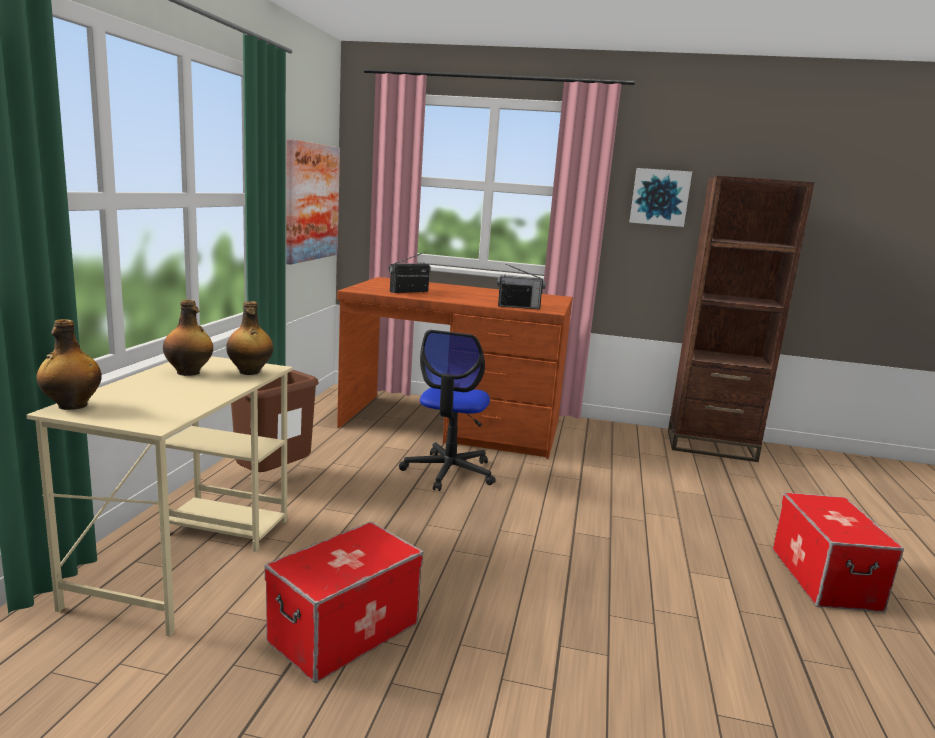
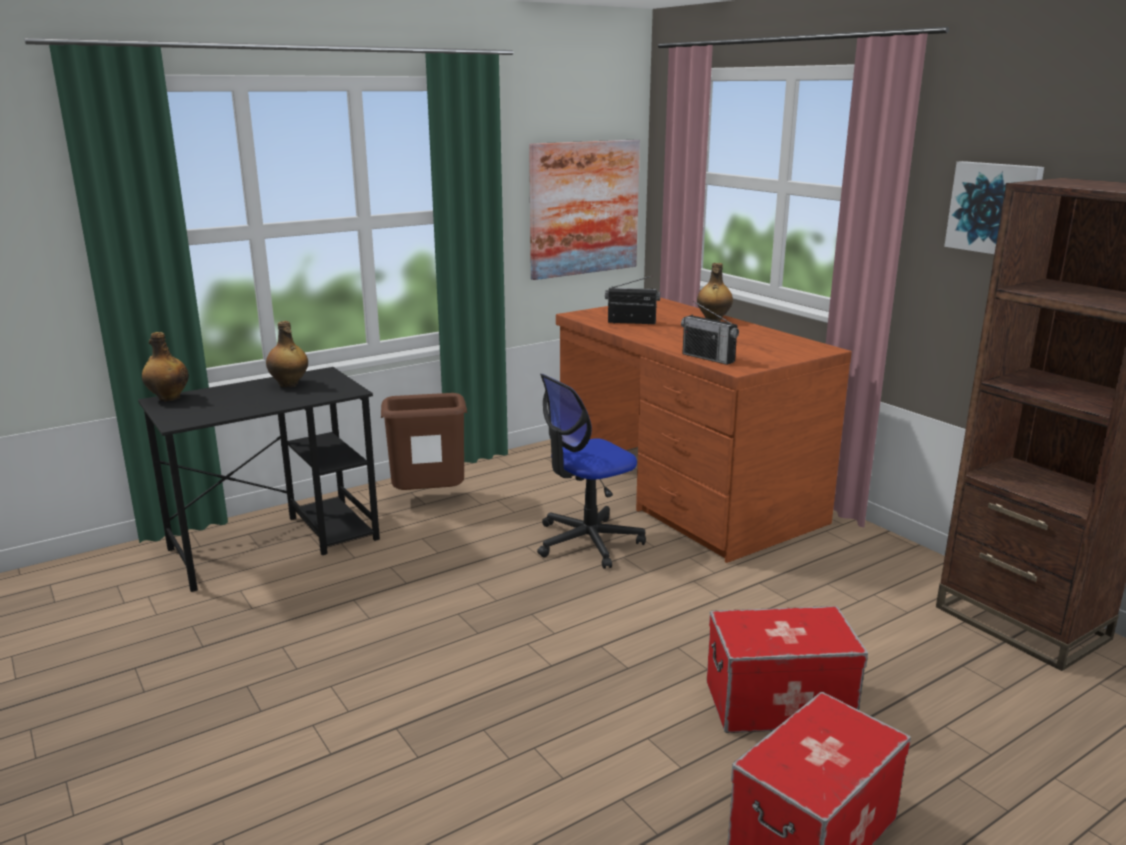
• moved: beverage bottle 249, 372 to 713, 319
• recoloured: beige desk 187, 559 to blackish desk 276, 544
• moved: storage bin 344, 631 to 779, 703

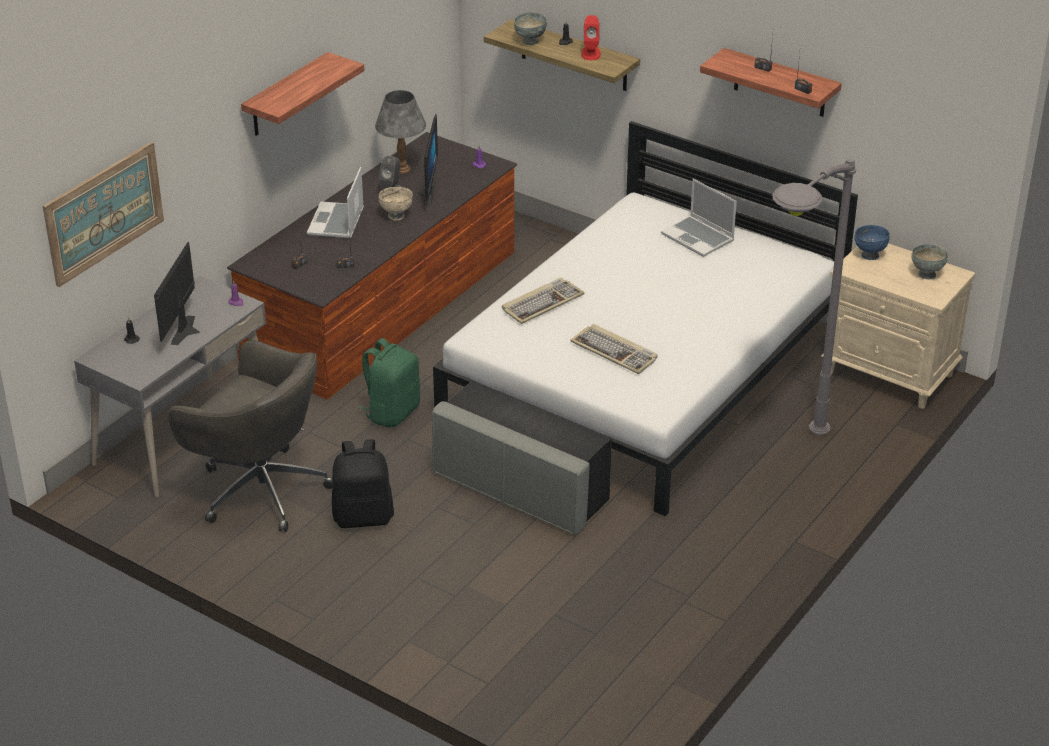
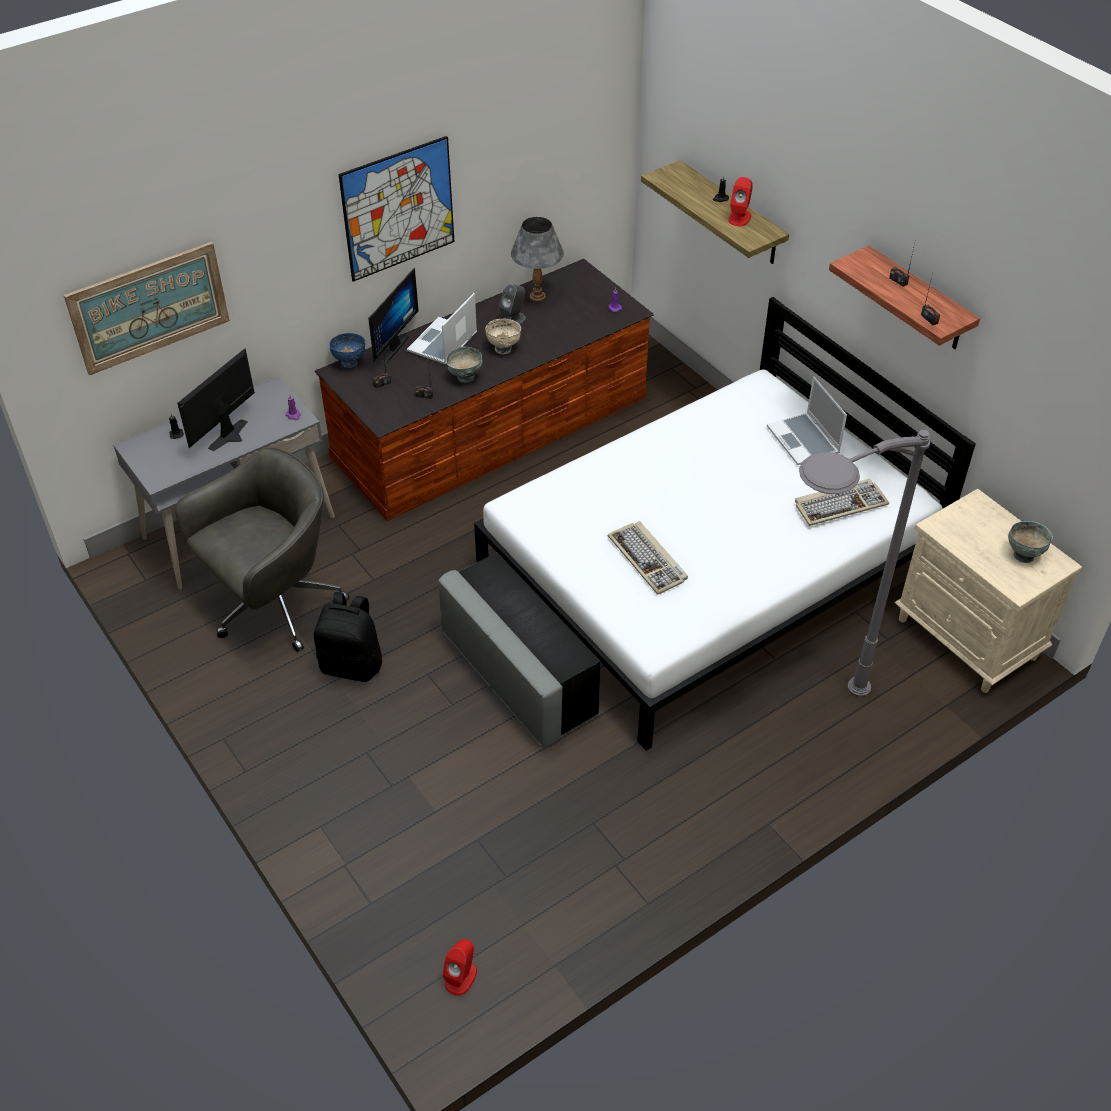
• moved: grey serving bowl 530, 41 to 465, 378
• replaced: bracket shelf 286, 96 to wall art 398, 209
• moved: monitor 424, 193 to 389, 347
• moved: blue-coloured serving bowl 869, 255 to 349, 363
• moved: computer keyboard 542, 303 to 840, 504
• removed: greenish knapsack 392, 412
• turned: grey desk chair 259, 489 = 274, 606 90 degrees counterclockwise
• added: red speaker 461, 977

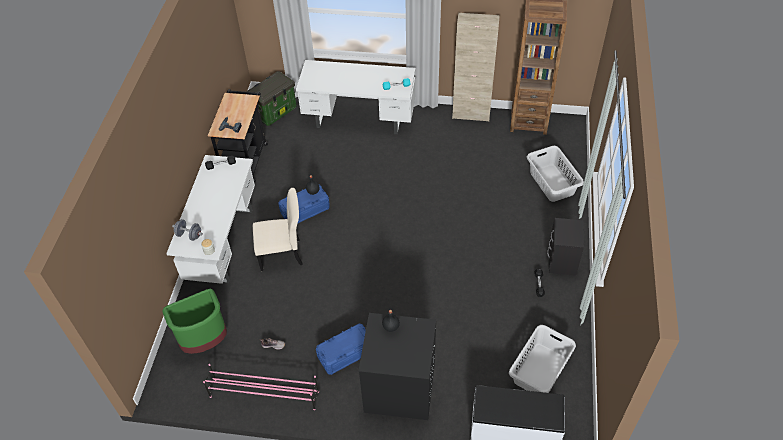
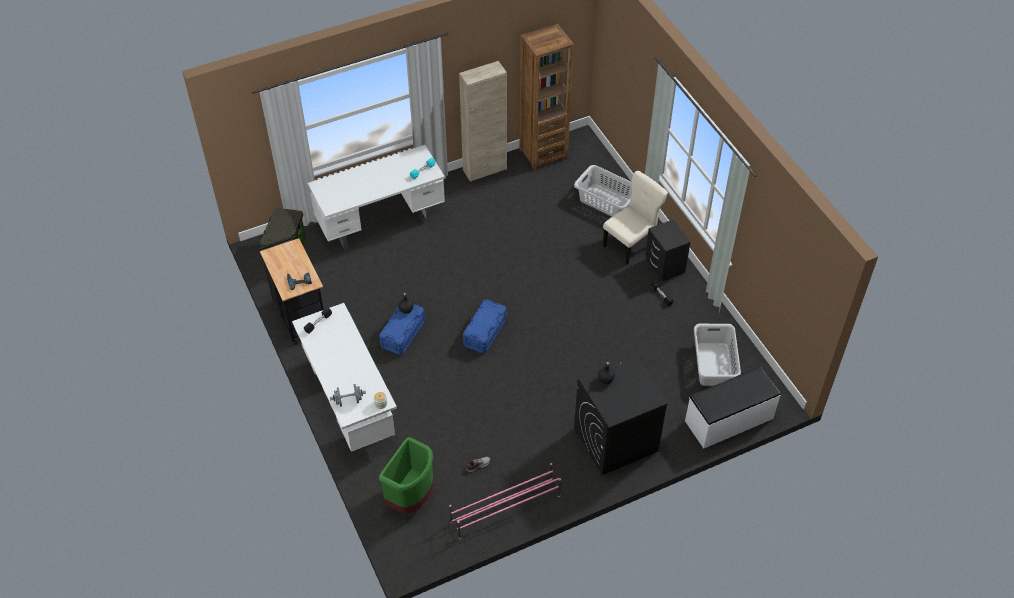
• moved: beige plain chair 283, 254 to 631, 244
• moved: blue-coloured storage bin 345, 354 to 484, 332

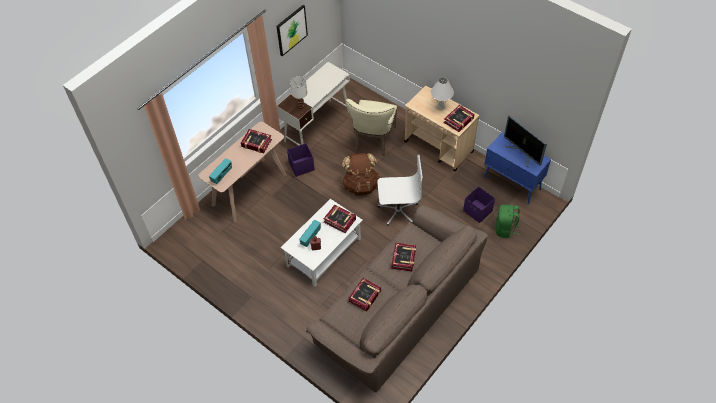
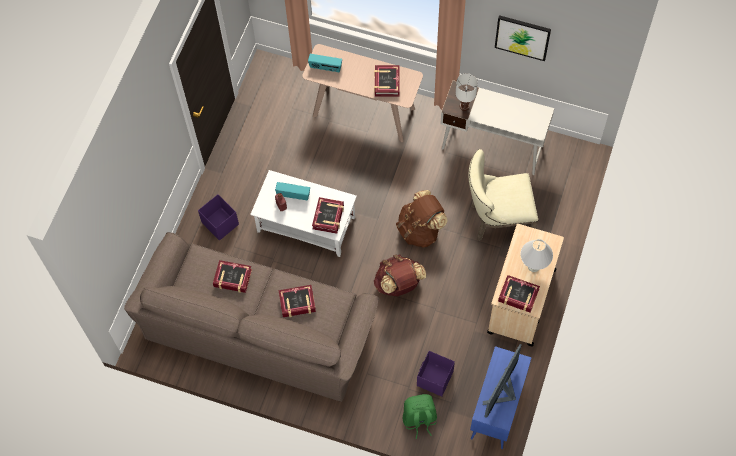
• moved: purplish storage bin 301, 166 to 220, 223
• replaced: white-coloured desk chair 398, 210 to brownish knapsack 398, 284

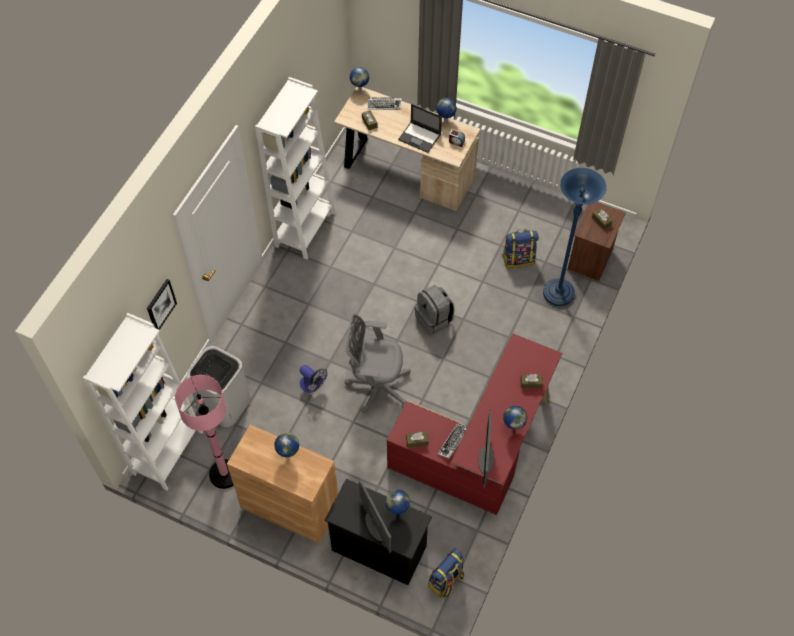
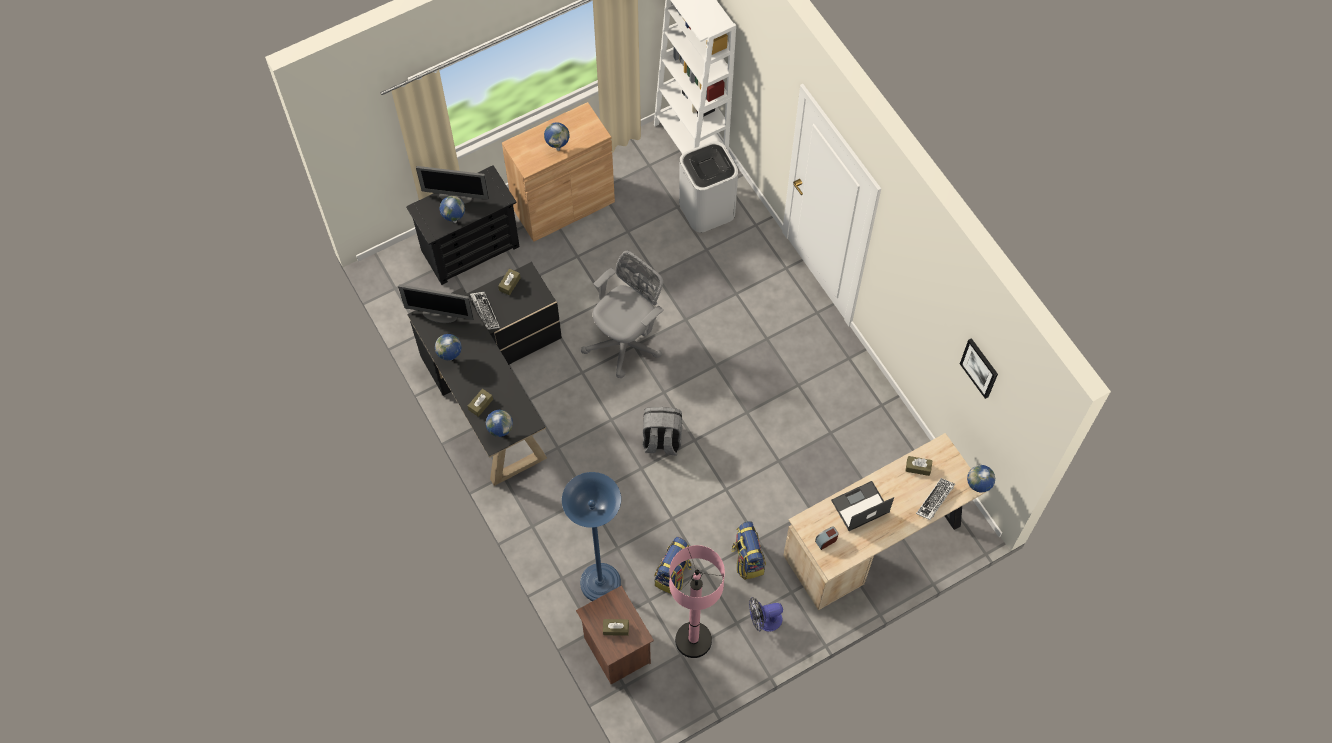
• removed: white-coloured shelving unit 305, 229
• moved: globe 445, 121 to 501, 433
• moved: wall art 160, 305 to 980, 368
• recoloured: red desk 479, 448 to blackish desk 494, 388
• moved: electric fan 313, 386 to 764, 620
• moved: pink standard lamp 224, 474 to 693, 640
• turned: monitor 486, 460 = 440, 315 150 degrees clockwise
• moved: knapsack 446, 581 to 747, 559

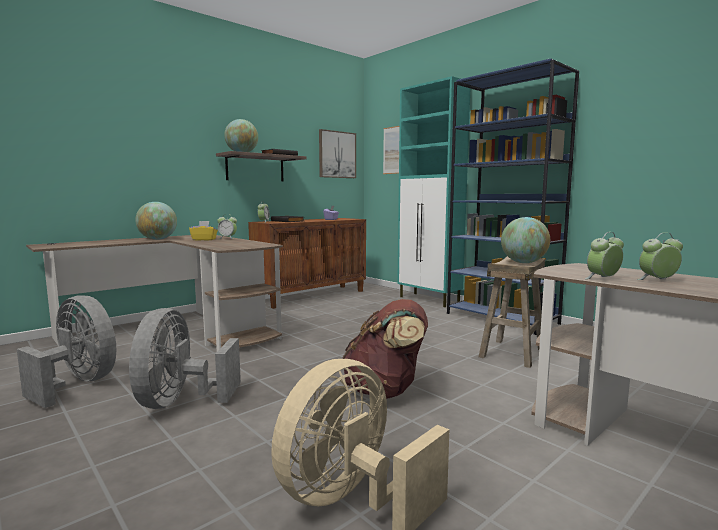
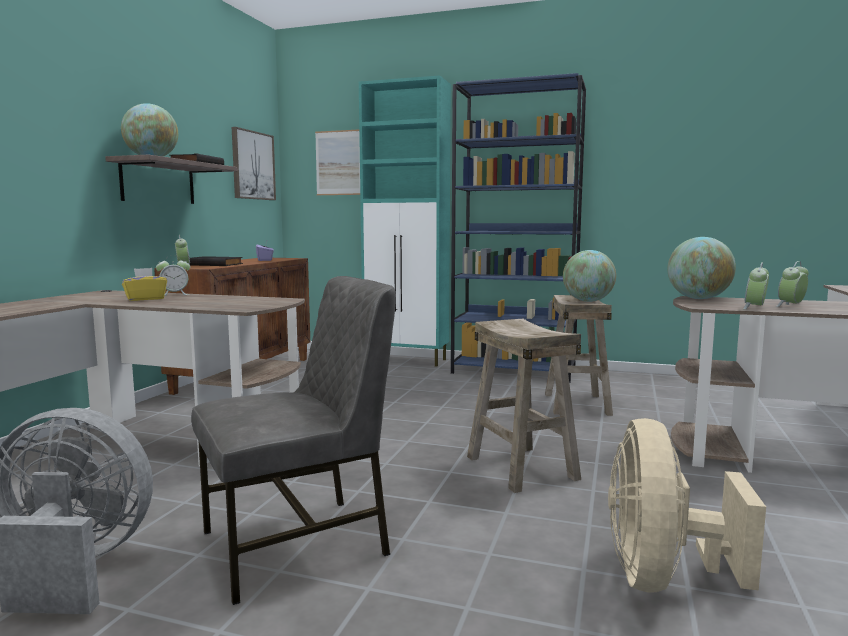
• moved: globe 157, 239 to 699, 298
• replaced: brownish knapsack 386, 390 to beige sitting stool 522, 467
• replaced: grey electric fan 180, 402 to grey plain chair 298, 544

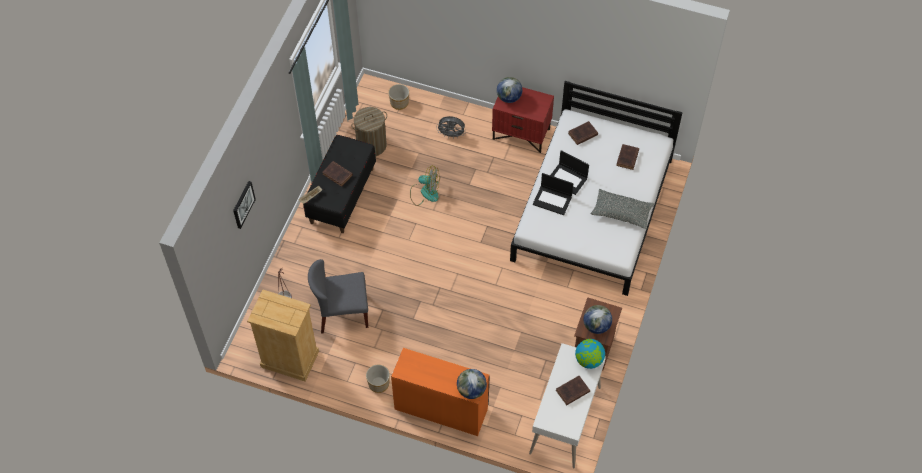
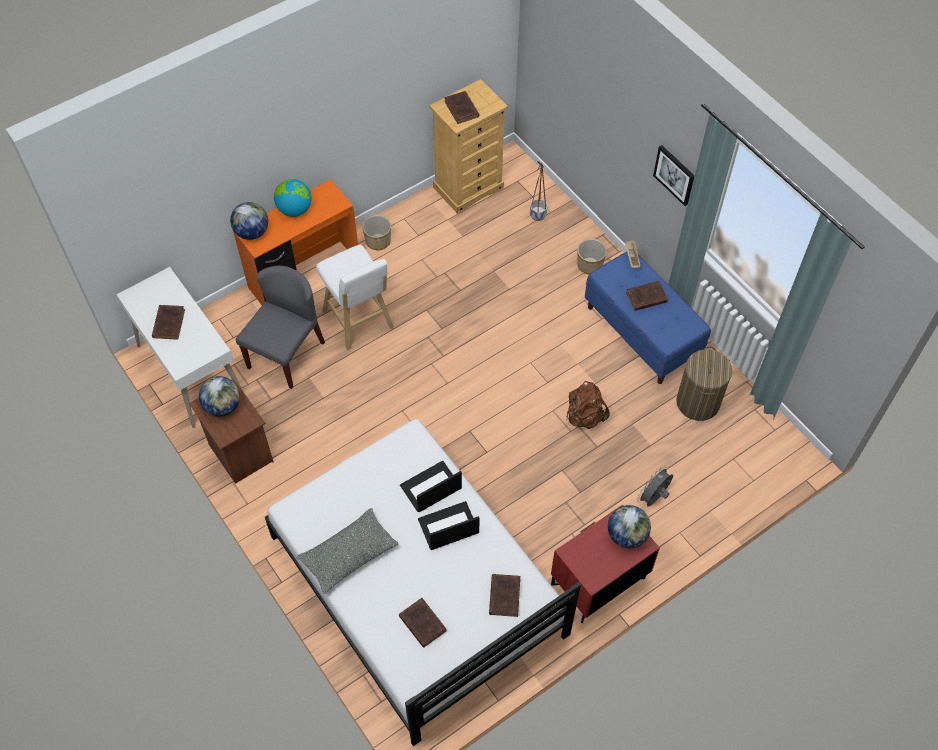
• moved: planter 399, 103 to 589, 265
• recoloured: blackish bench 341, 195 to blue-coloured bench 642, 333
• replaced: electric fan 425, 192 to brownish knapsack 584, 416
• moved: wall art 243, 204 to 675, 174
• moved: grey plain chair 342, 313 to 286, 354
• moved: globe 588, 360 to 295, 209
• added: brownish volume 462, 110
• added: white-coloured sitting stool 359, 322

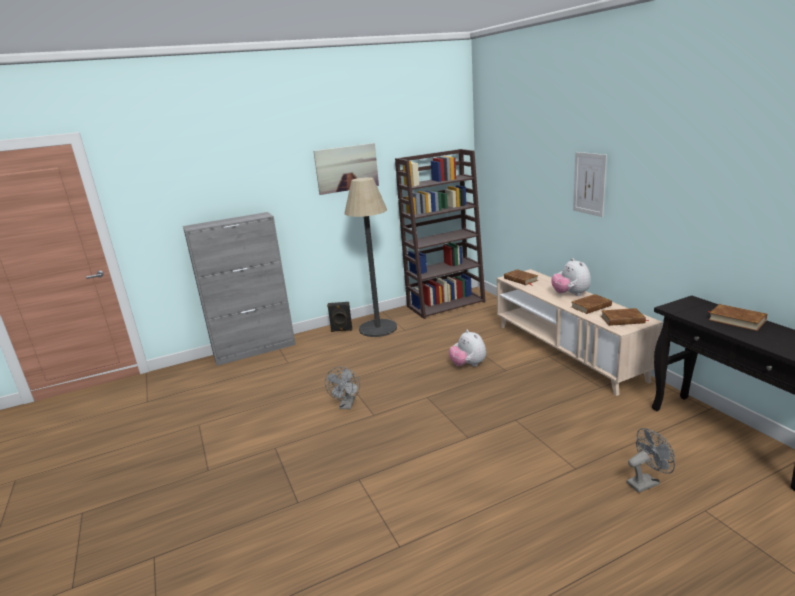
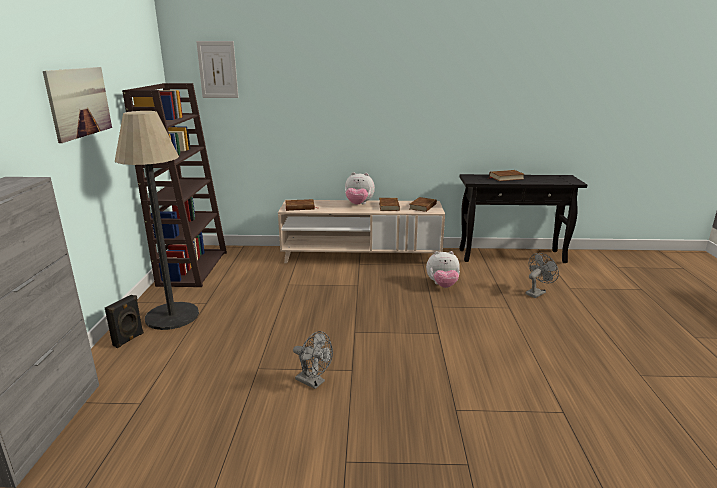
• moved: wall art 589, 183 to 218, 70
• moved: soft toy 468, 365 to 442, 285
• turned: grey electric fan 646, 482 = 537, 292 45 degrees clockwise

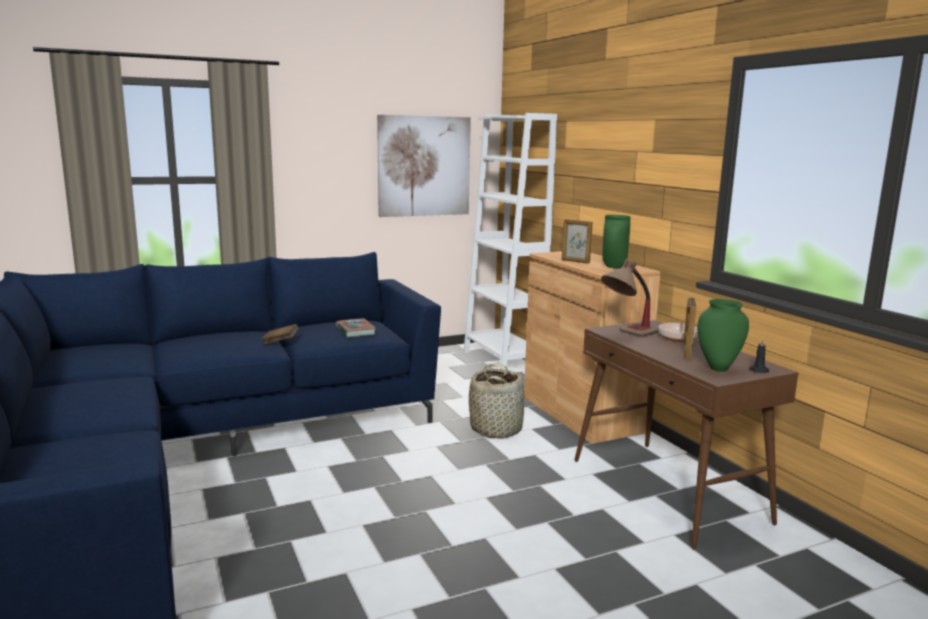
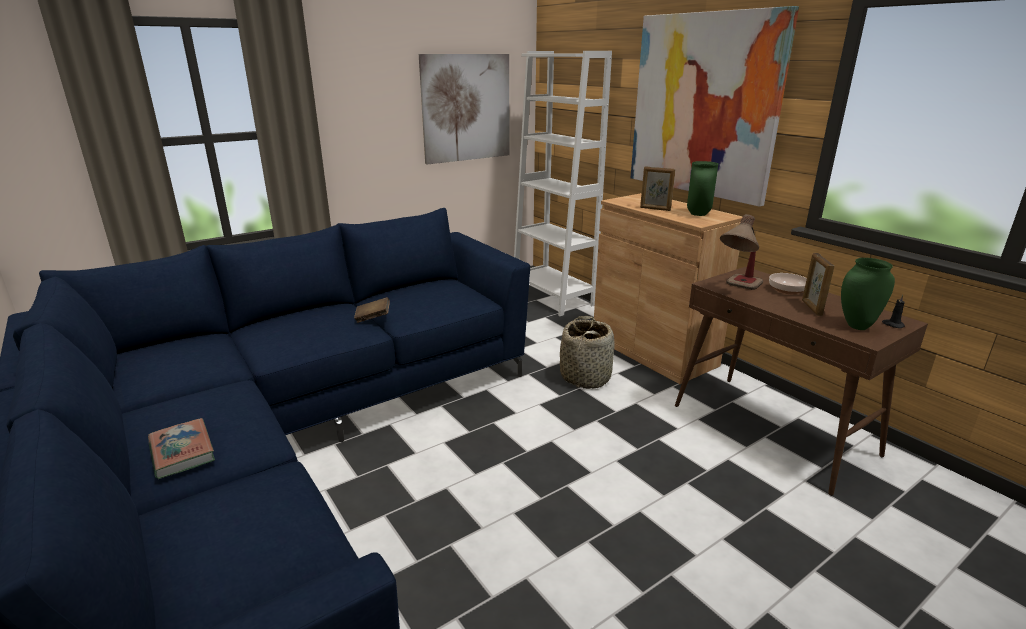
• moved: volume 355, 331 to 182, 452
• added: wall art 703, 106

